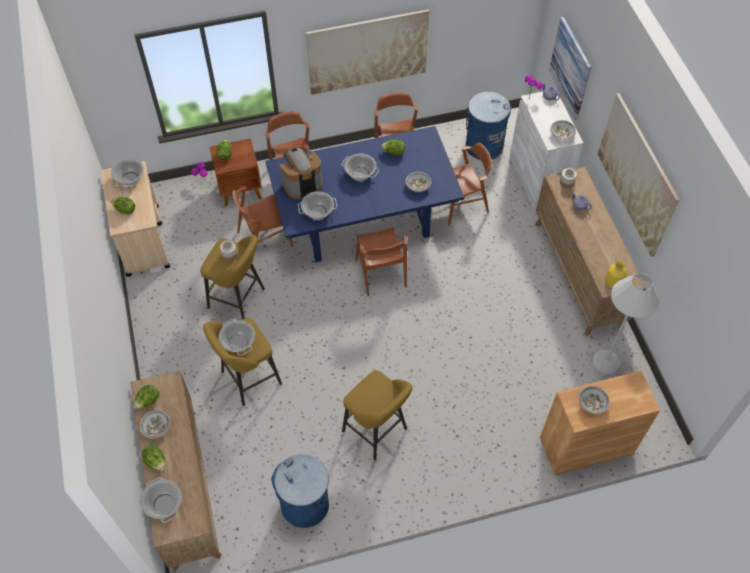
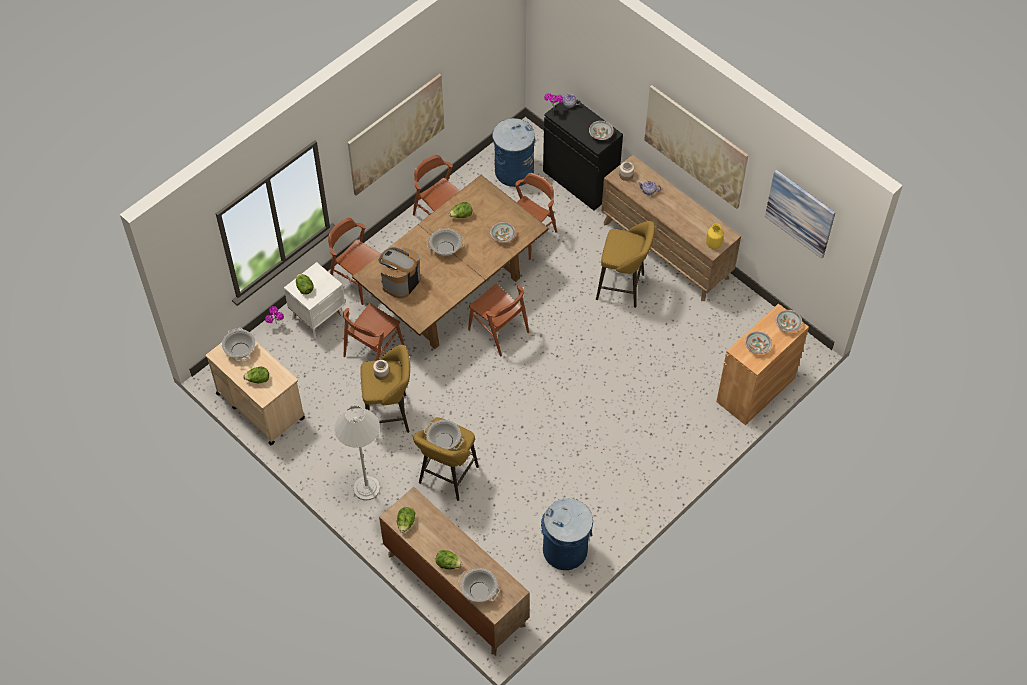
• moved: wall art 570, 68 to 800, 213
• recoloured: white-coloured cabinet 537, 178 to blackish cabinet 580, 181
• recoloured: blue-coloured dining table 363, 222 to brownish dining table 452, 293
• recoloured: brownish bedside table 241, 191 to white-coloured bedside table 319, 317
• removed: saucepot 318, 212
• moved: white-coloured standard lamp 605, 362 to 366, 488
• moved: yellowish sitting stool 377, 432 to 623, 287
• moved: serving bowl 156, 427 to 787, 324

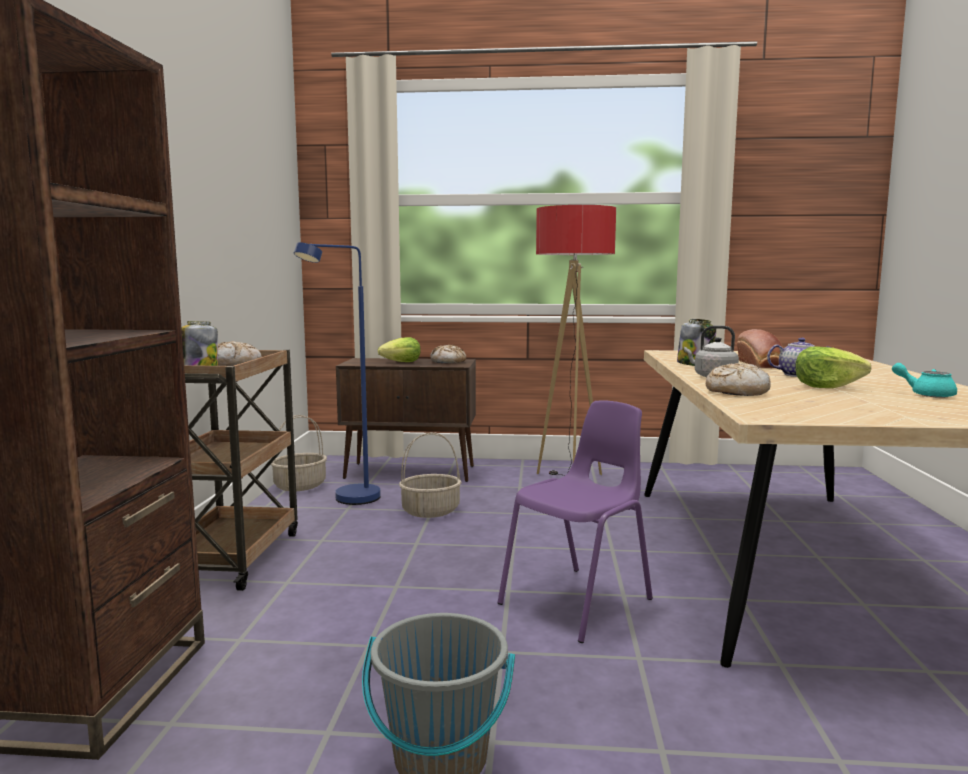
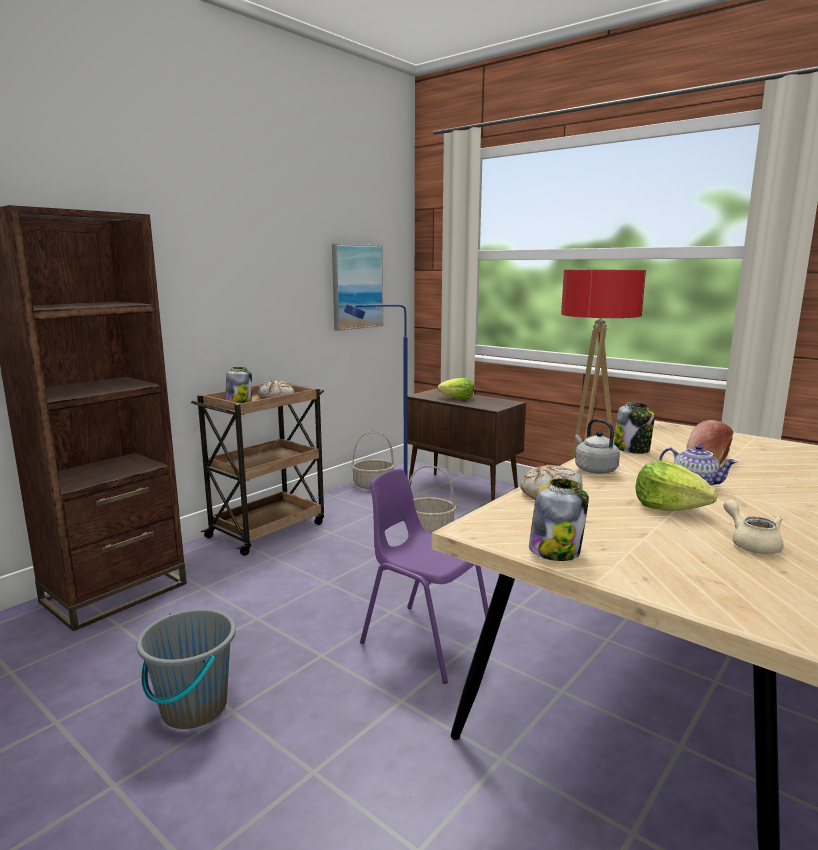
• removed: baked bread 448, 362
• recoloured: turquoise-coloured teapot 926, 394 to beige teapot 751, 544
• turned: purplish plain chair 579, 602 = 425, 640 135 degrees counterclockwise
• added: wall art 356, 287
• added: jar 555, 551

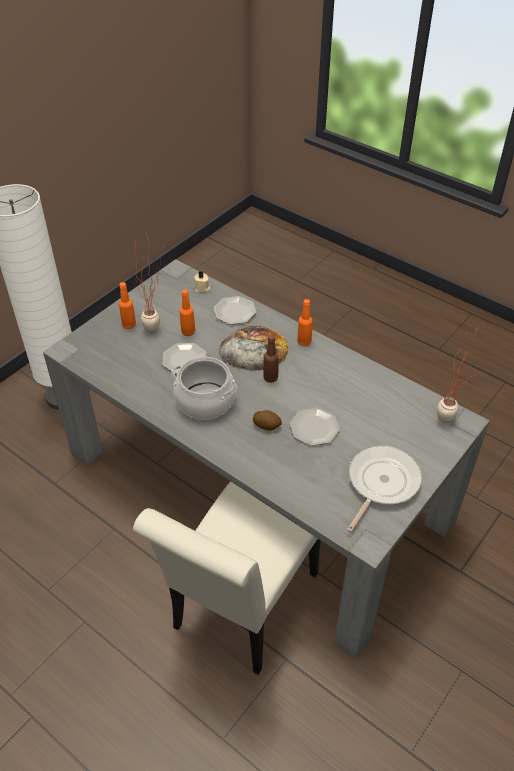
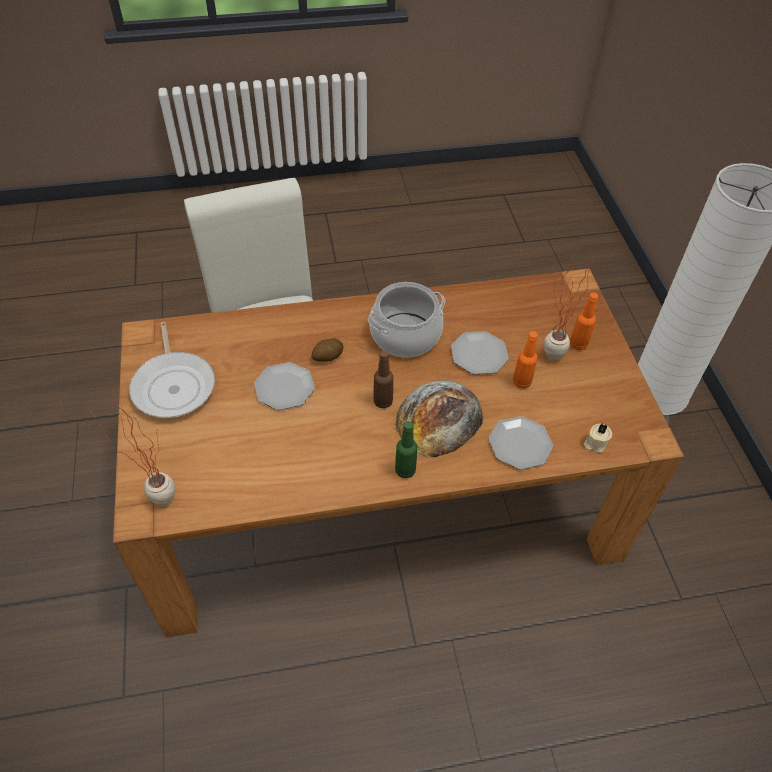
• recoloured: grey dining table 256, 487 to brownish dining table 382, 497
• recoloured: orangey beverage bottle 304, 342 to greenish beverage bottle 405, 470

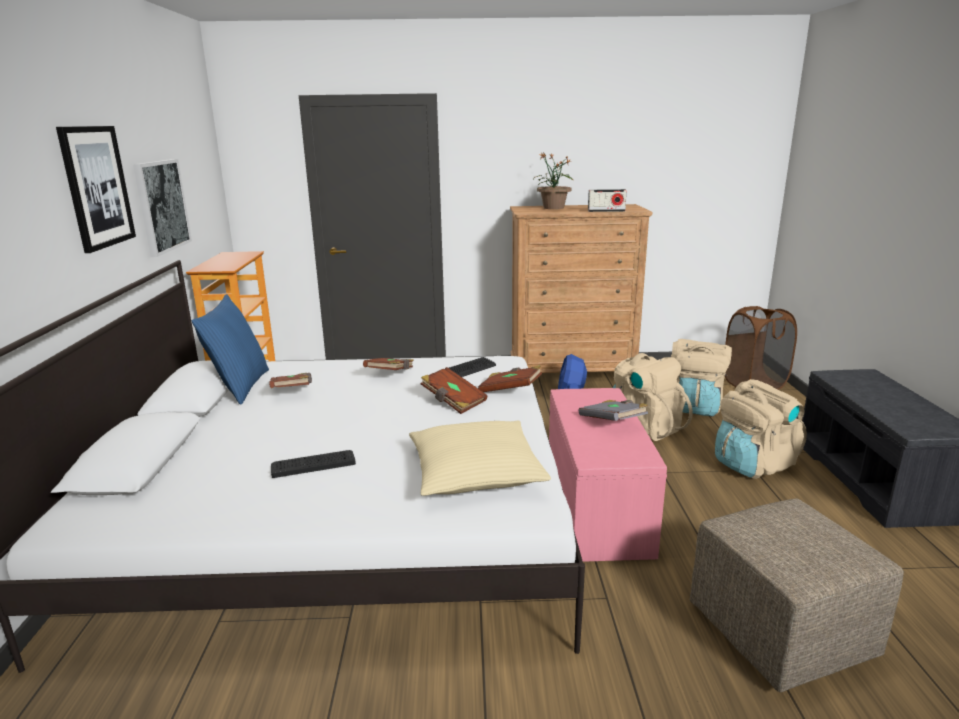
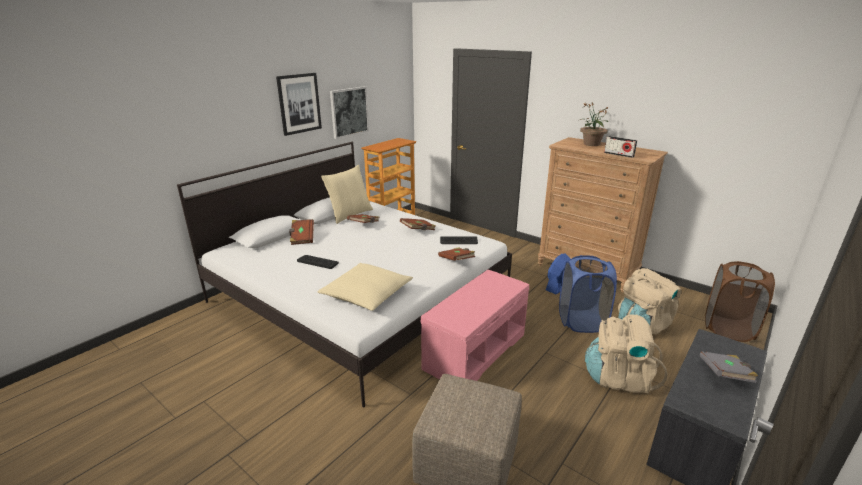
• recoloured: blue-coloured throw pillow 239, 387 to beige throw pillow 349, 214
• replaced: beige knapsack 644, 426 to blue-coloured hamper 581, 321
• moved: brownish volume 453, 401 to 302, 238
• moved: grey volume 612, 422 to 725, 375

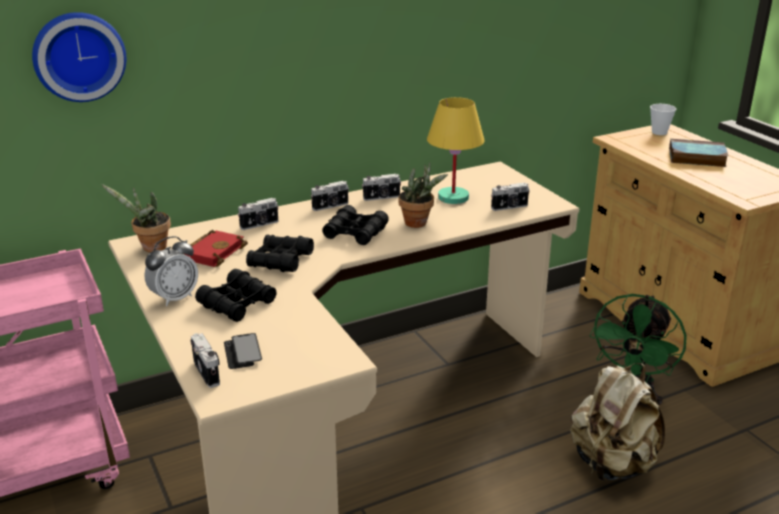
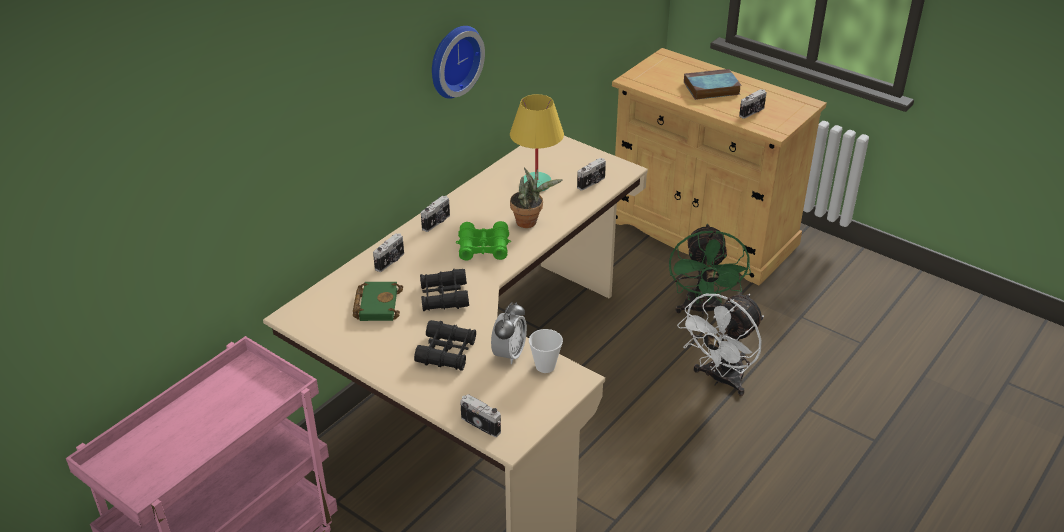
• moved: wall clock 78, 56 to 452, 60
• moved: drinking cup 659, 132 to 545, 366
• moved: photo camera 382, 198 to 752, 112
• removed: plant in a pot 150, 248
• recoloured: blackish field glasses 355, 233 to greenish field glasses 483, 247
• recoloured: red volume 213, 252 to greenish volume 376, 304
• moved: table clock 174, 298 to 509, 354
• removed: telephone 242, 352
• replaced: beige knapsack 612, 464 to white-coloured electric fan 720, 379

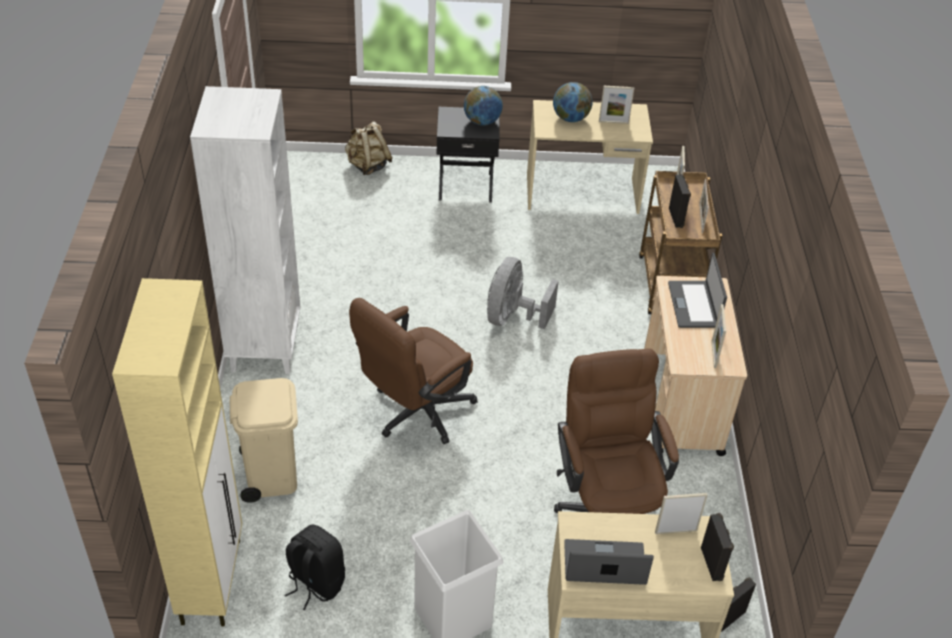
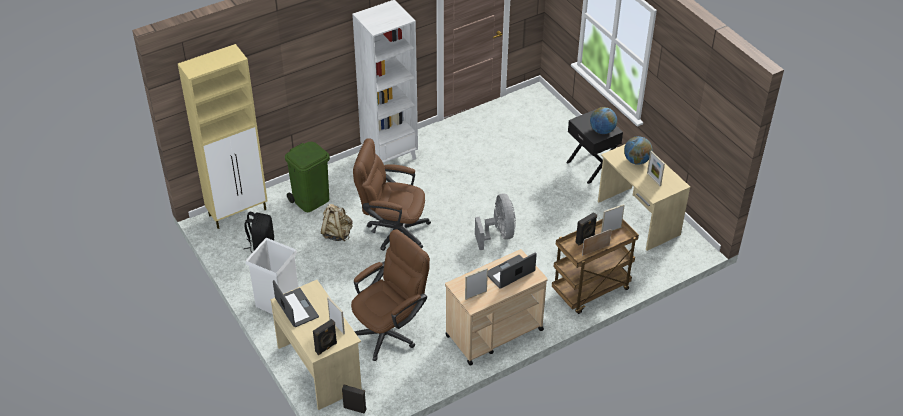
• moved: beige knapsack 368, 166 to 337, 233
• turned: grey electric fan 512, 317 = 498, 234 90 degrees clockwise
• recoloured: beige waste bin 271, 475 to greenish waste bin 311, 200

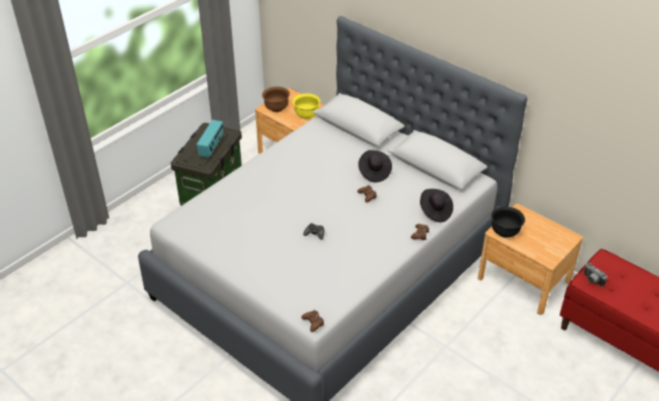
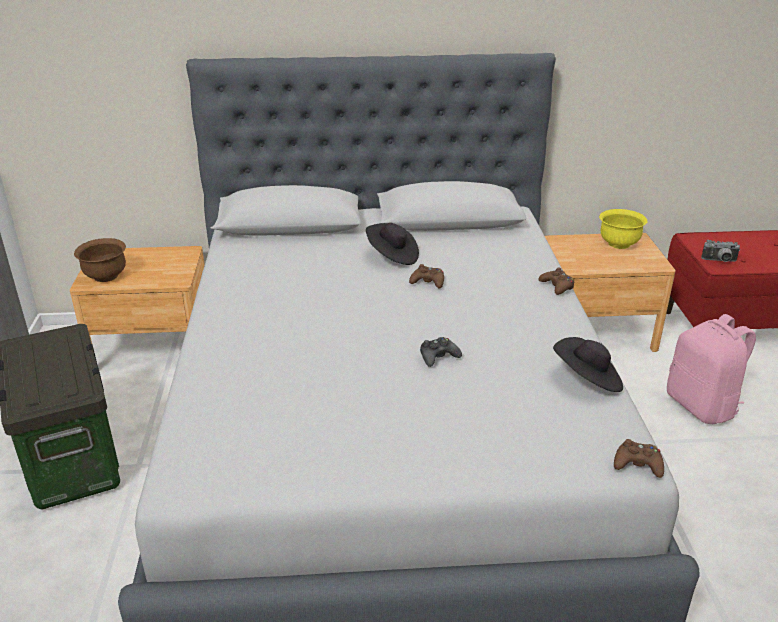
• moved: yellowish serving bowl 306, 115 to 618, 244
• removed: radio set 211, 147
• moved: blackish hat 435, 211 to 587, 380
• removed: blackish serving bowl 505, 232
• added: pink knapsack 702, 406

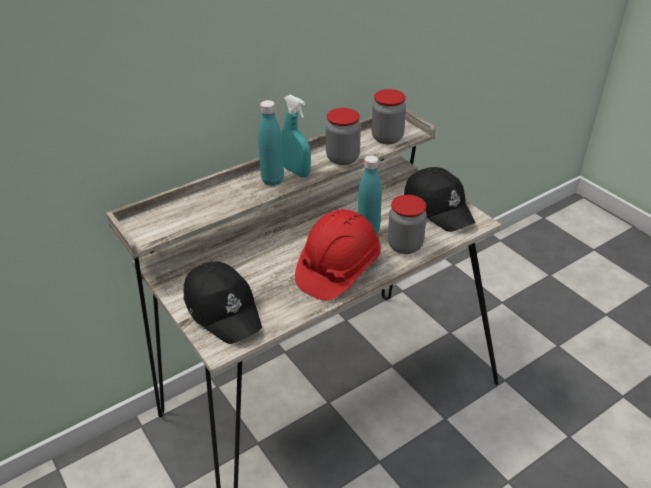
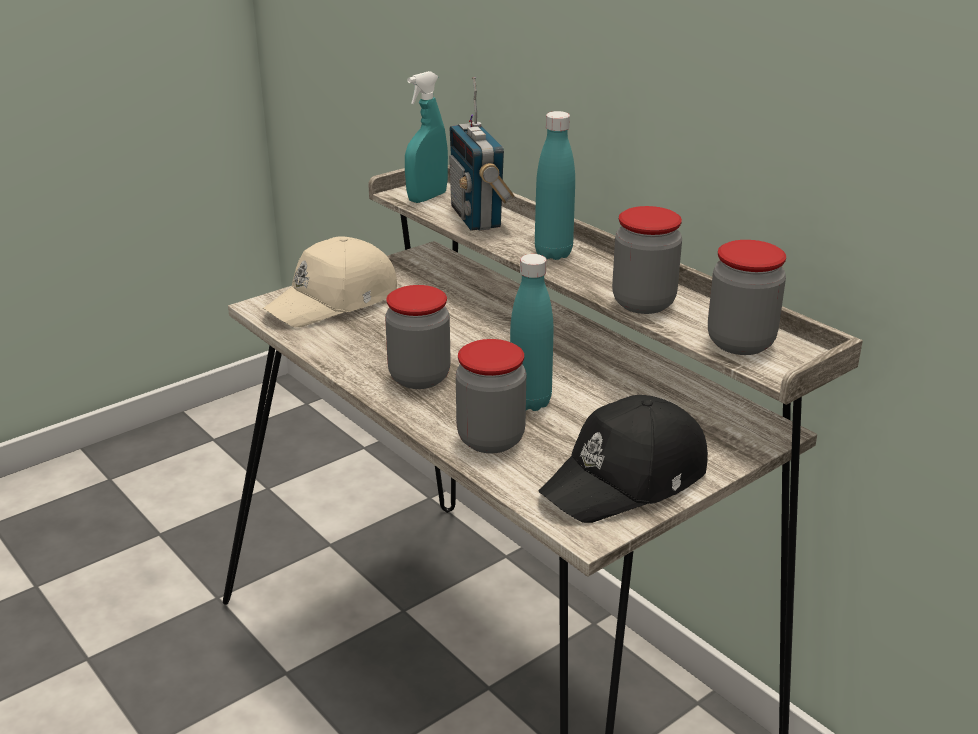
• moved: turquoise-coloured spray bottle 296, 172 to 427, 197
• replaced: red work helmet 337, 269 to jar 419, 377
• recoloured: blackish baseball cap 223, 309 to beige baseball cap 335, 301
• added: radio set 478, 218

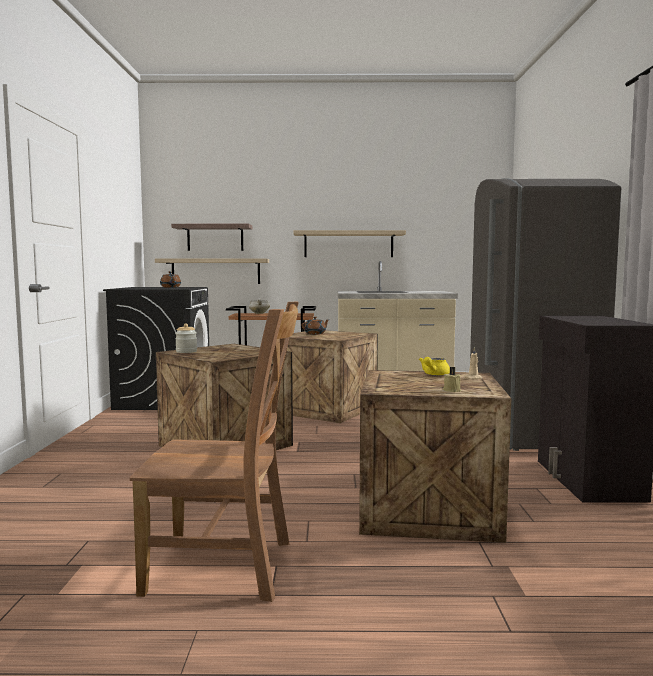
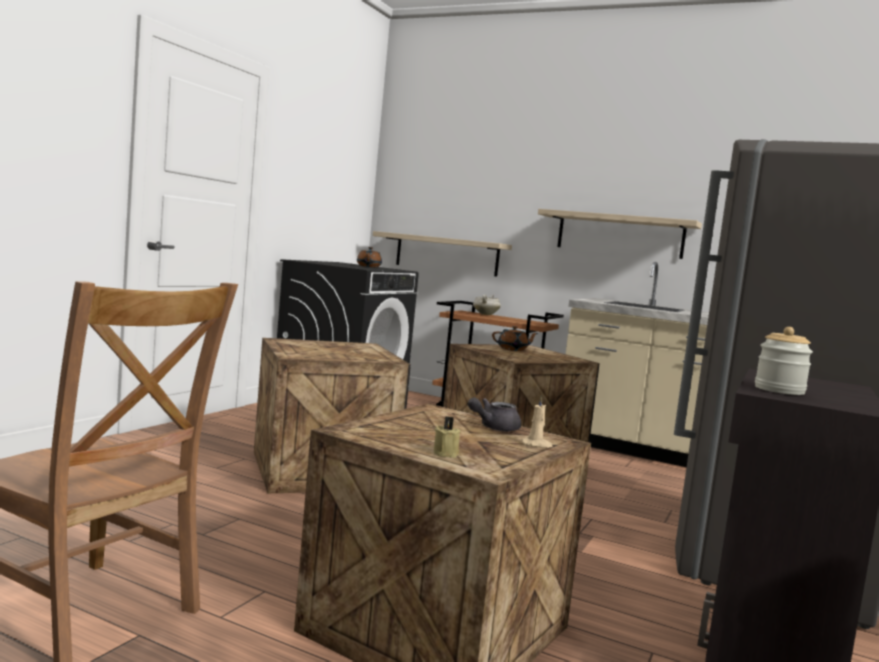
• removed: bracket shelf 215, 238
• moved: jar 186, 351 to 779, 390
• recoloured: yellowish teapot 434, 375 to grey teapot 494, 428

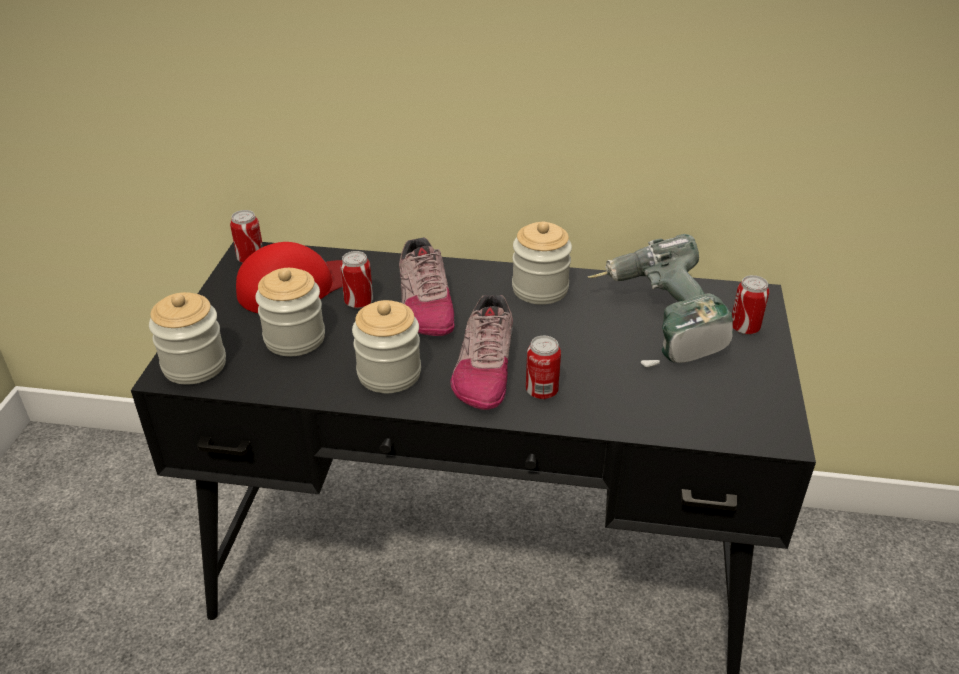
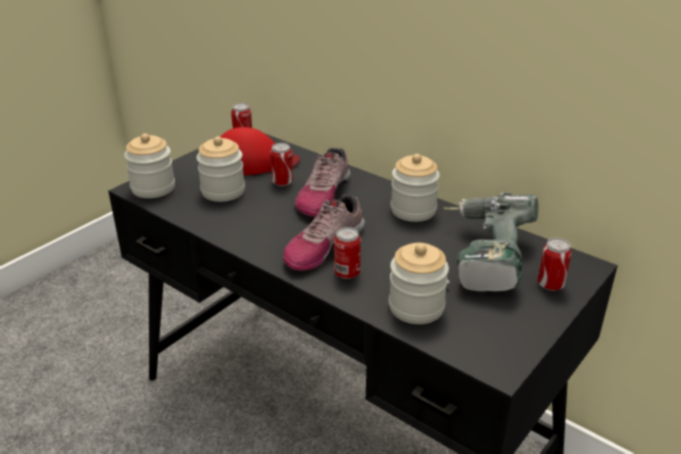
• moved: jar 389, 373 to 416, 307

